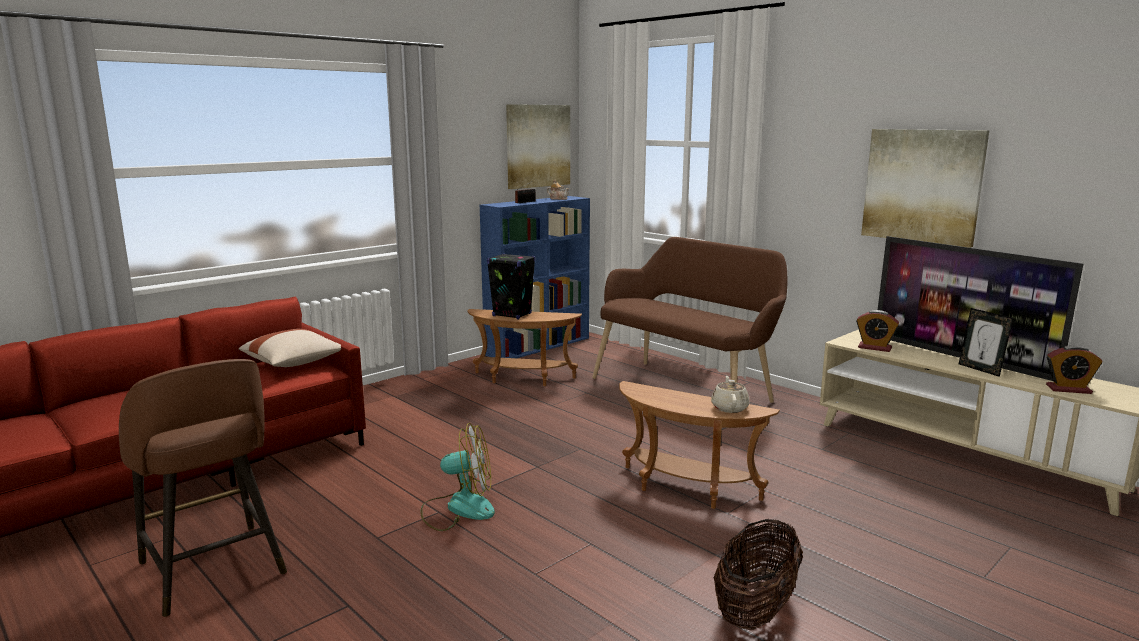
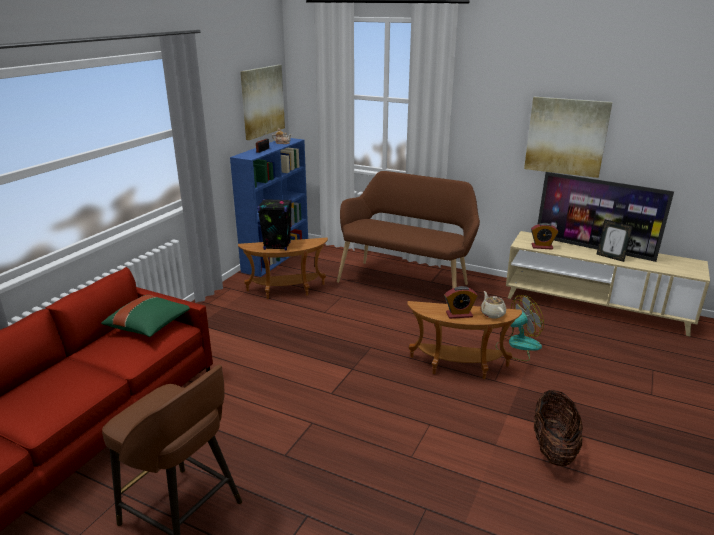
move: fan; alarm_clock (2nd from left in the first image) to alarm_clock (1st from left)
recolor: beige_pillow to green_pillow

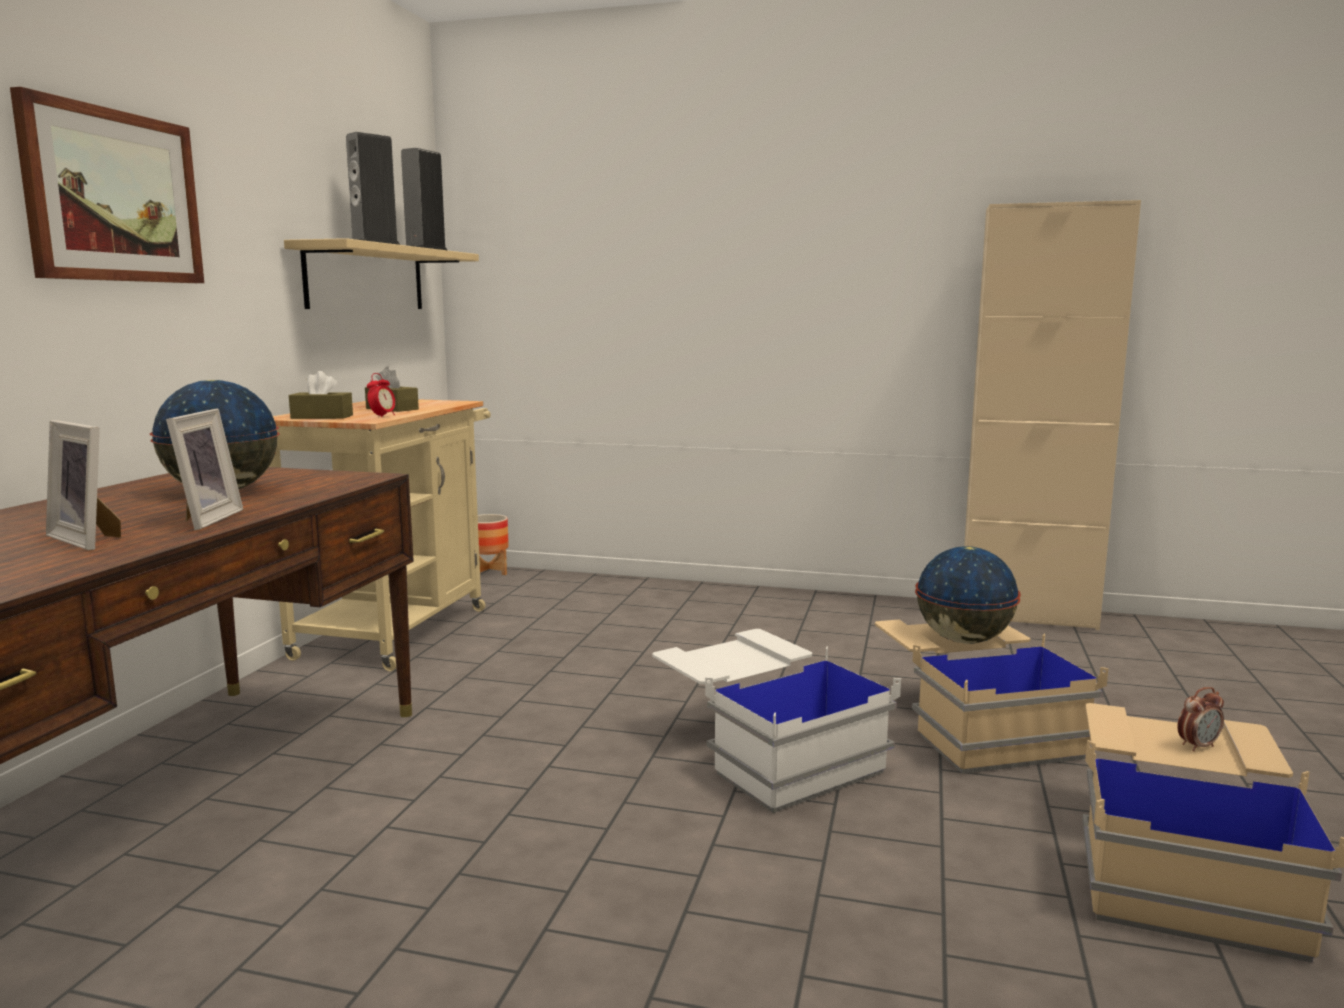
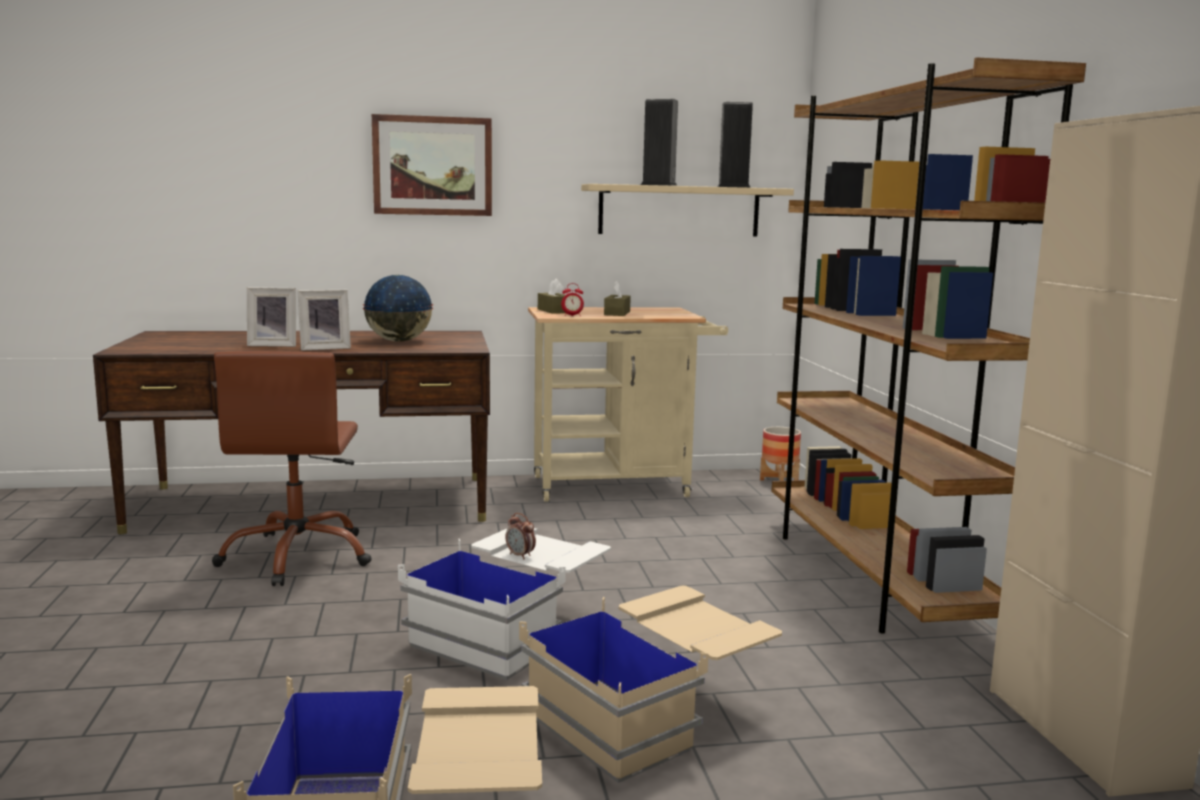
delete: globe (2nd from left)
insert: brown_office_chair; brown_bookcase
move: alarm_clock (2nd from left in the first image) to alarm_clock (1st from left)
rotate: picture_frame (1st from left) 105 degrees counterclockwise

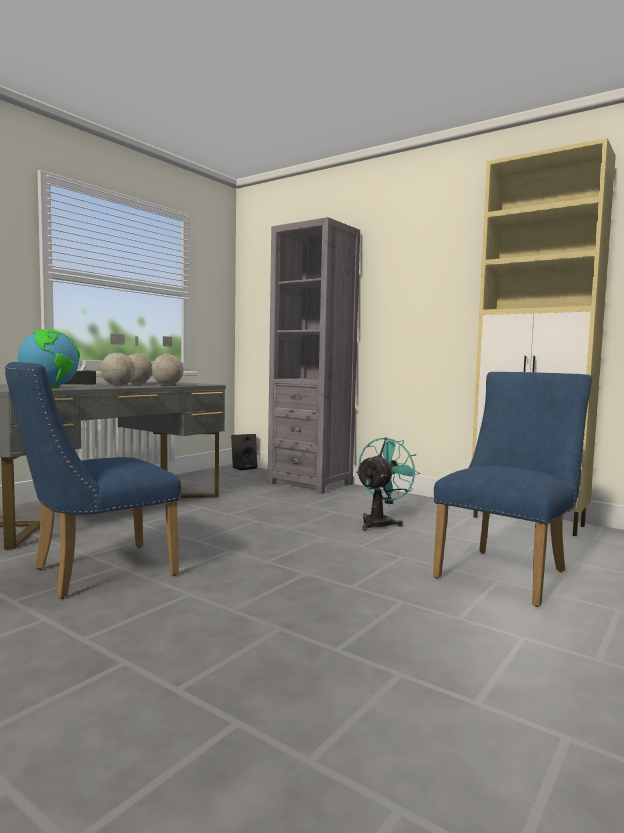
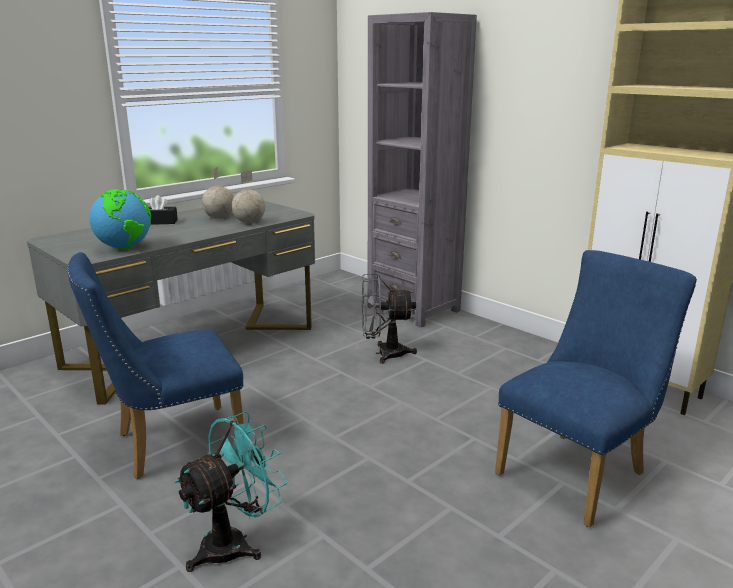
delete: globe (2nd from left); black_speaker
insert: grey_fan
move: turquoise_fan

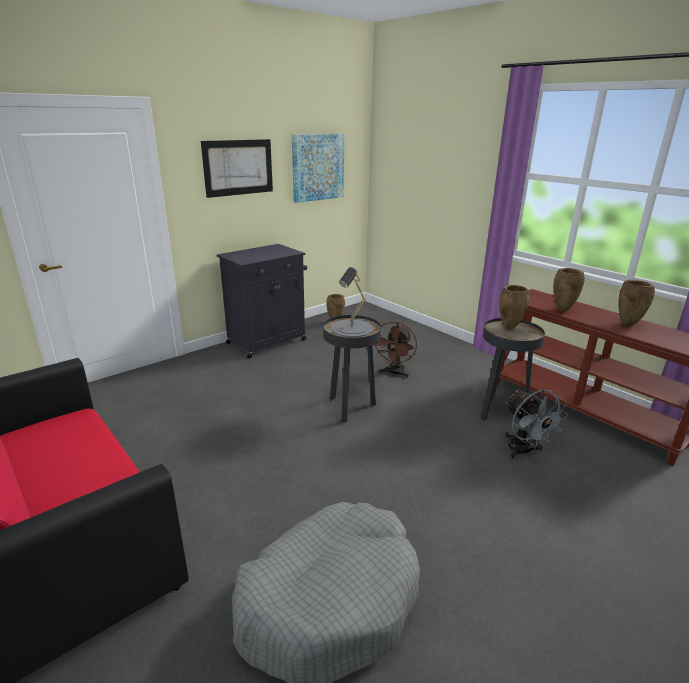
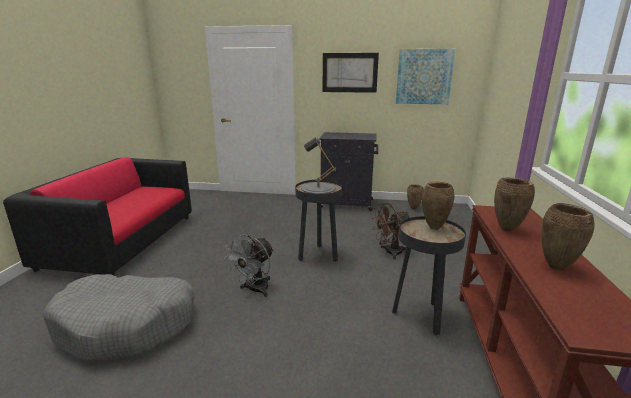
move: grey_fan

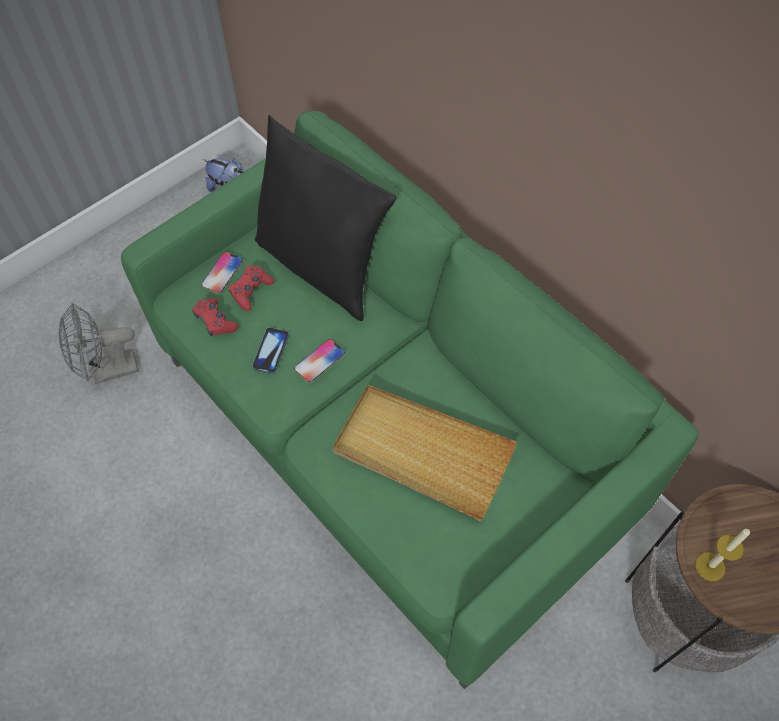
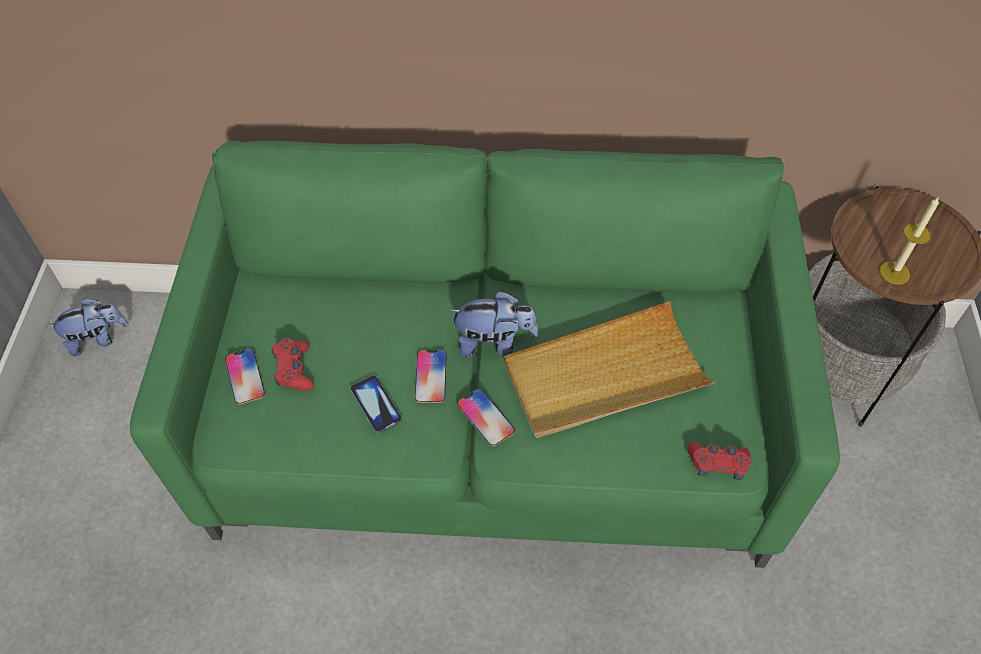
delete: grey_fan; black_pillow
insert: plush_toy (2nd from left); phone (4th from left)
move: red_game_controller (1st from left in the first image) to red_game_controller (2nd from left)

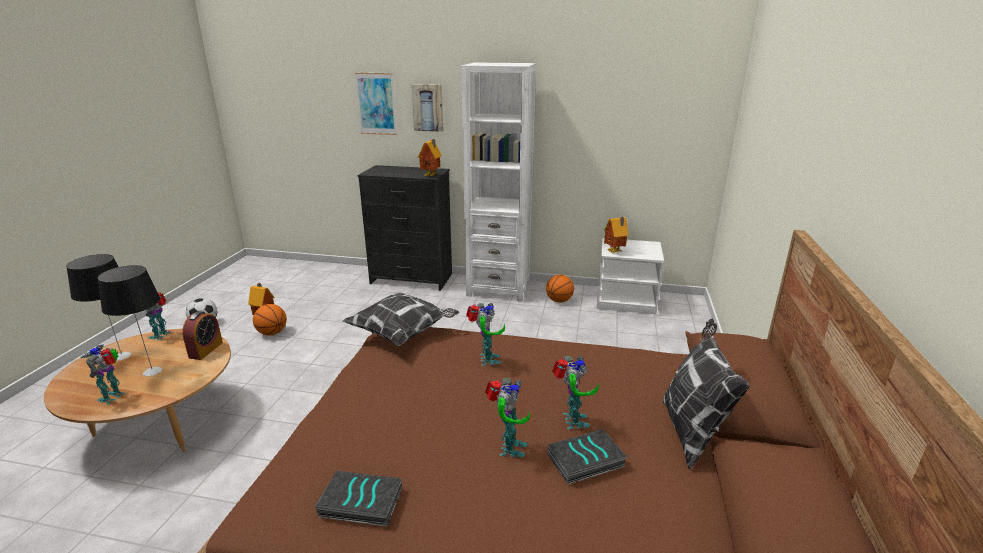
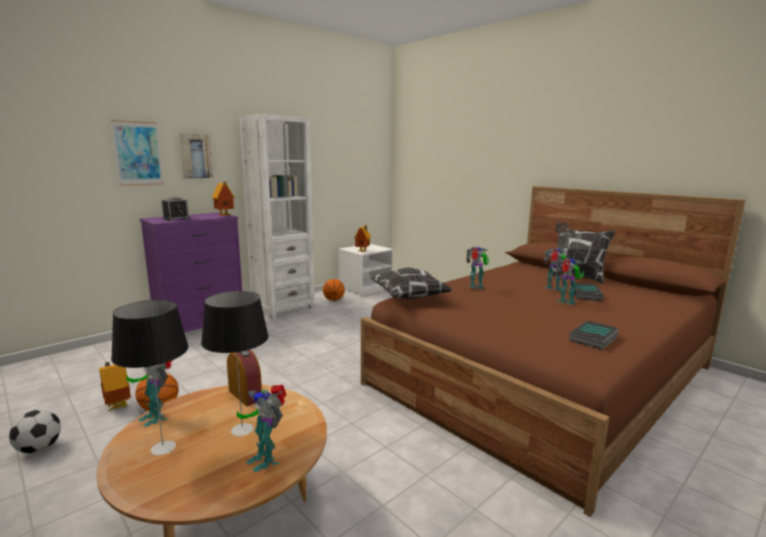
insert: alarm_clock (1st from left)
recolor: black_dresser to purple_dresser

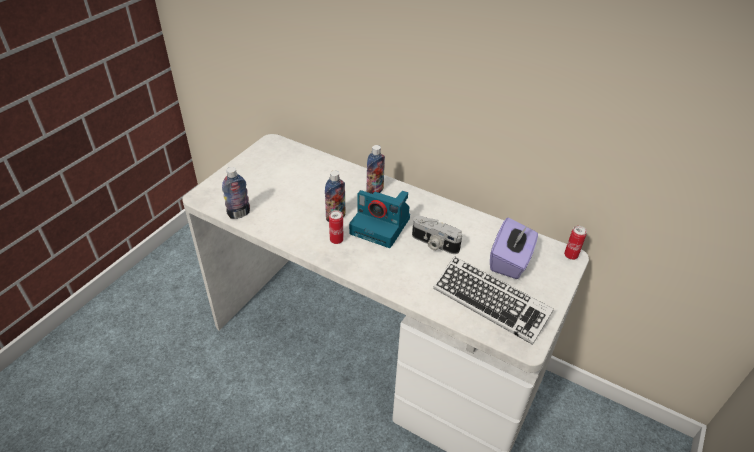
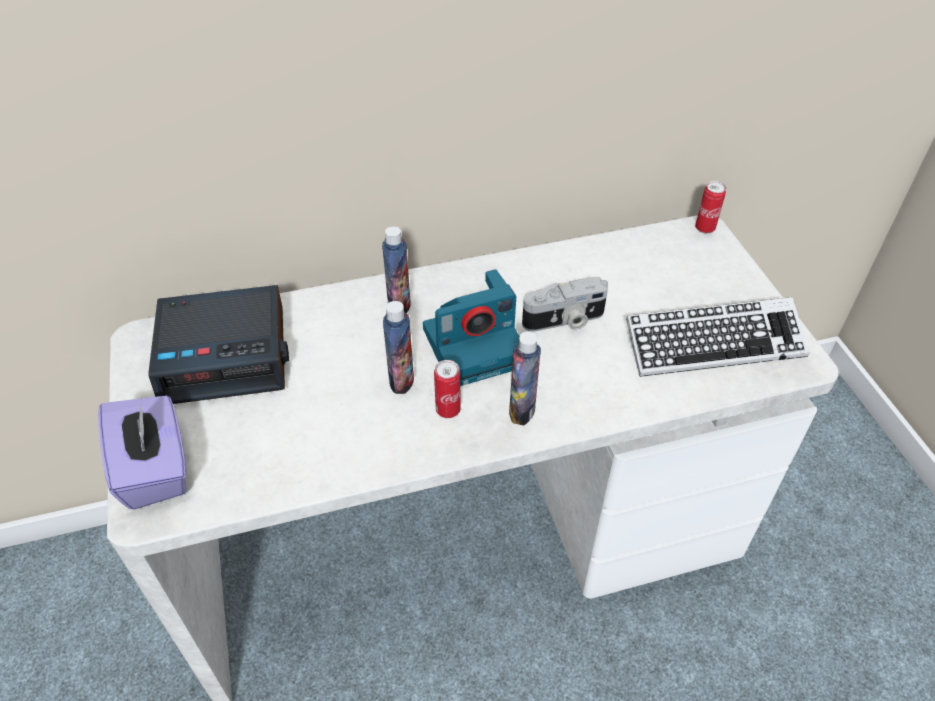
insert: alarm_clock
move: bottle (1st from left in the first image) to bottle (3rd from left); purple_tissue_box

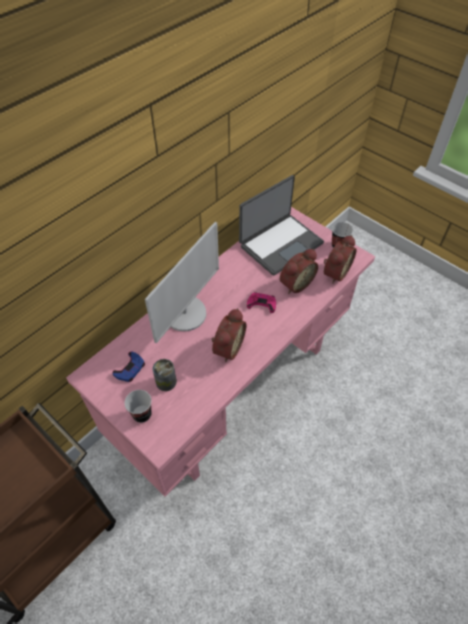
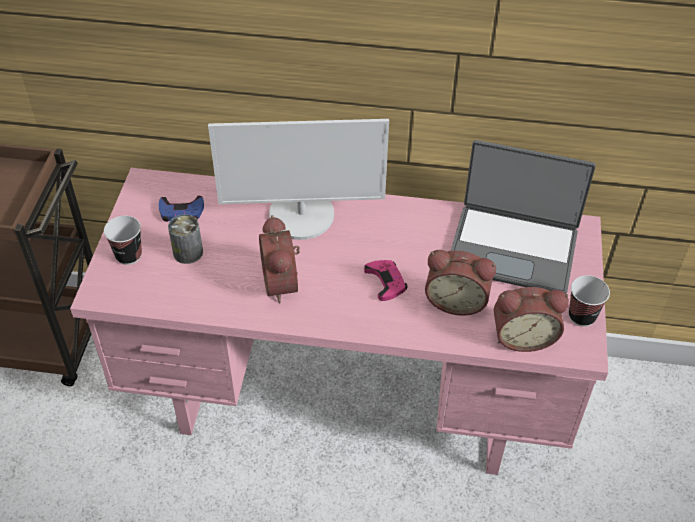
rotate: alarm_clock (1st from left) 90 degrees clockwise

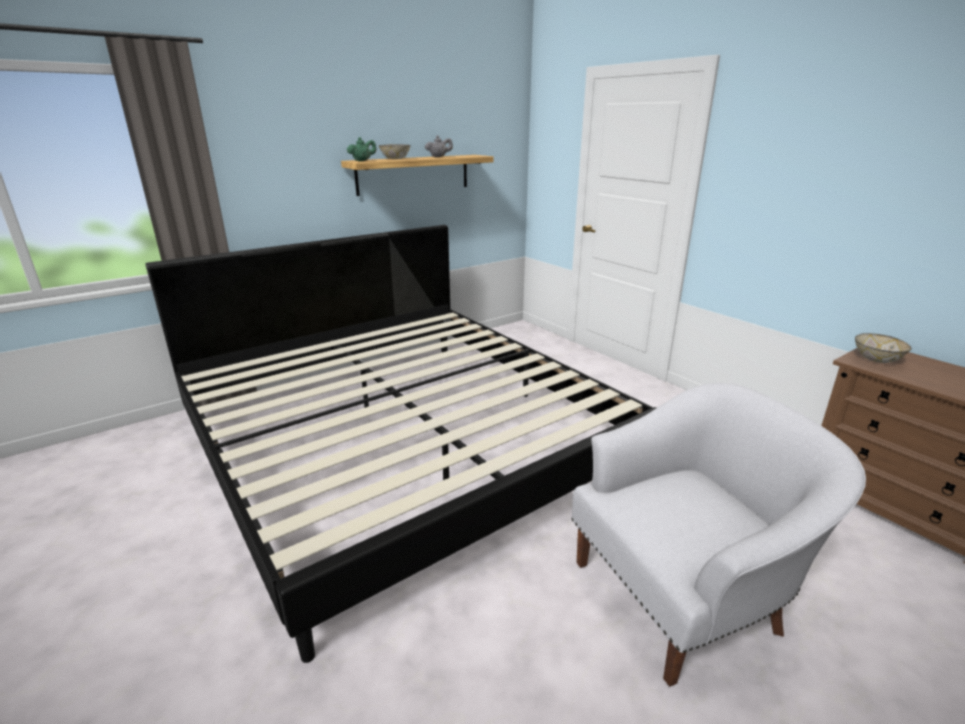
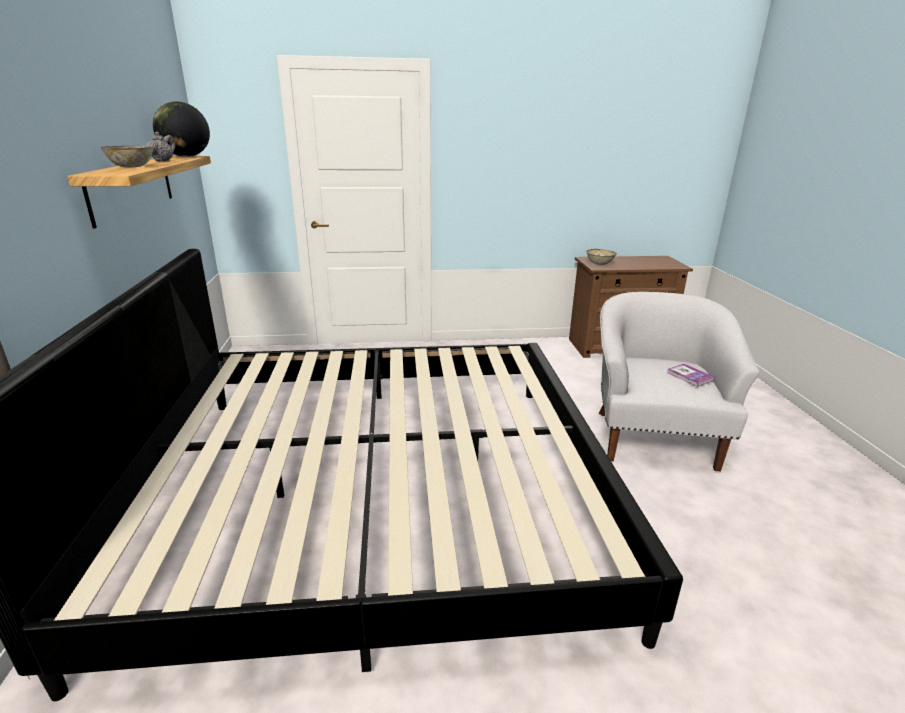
delete: green_teapot
insert: globe; book

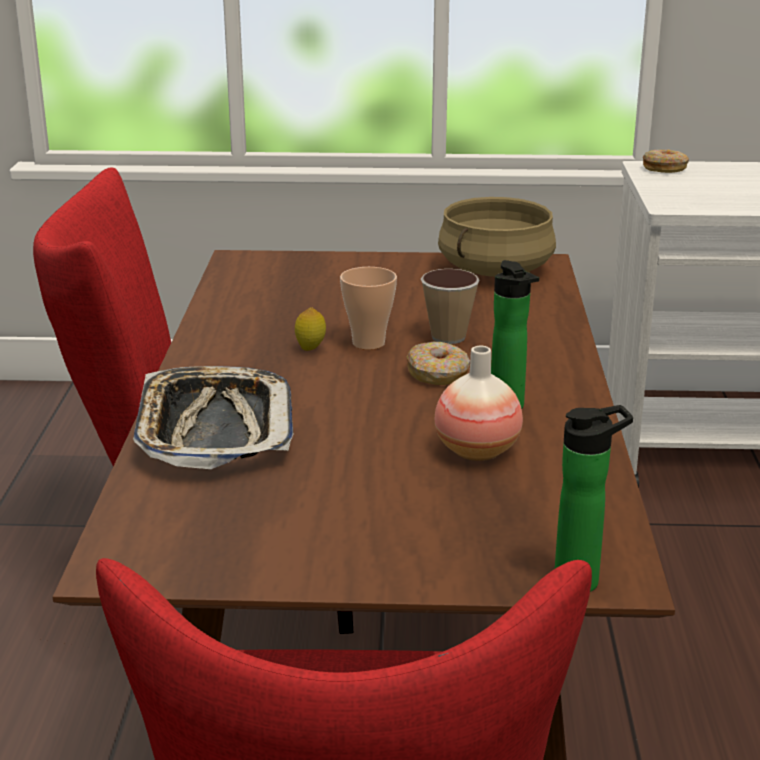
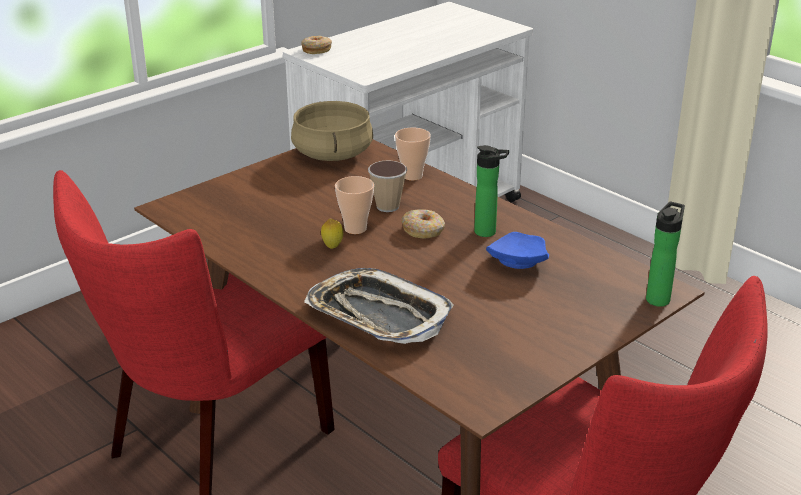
insert: cup (3rd from left)
replace: vase to blue_plate

